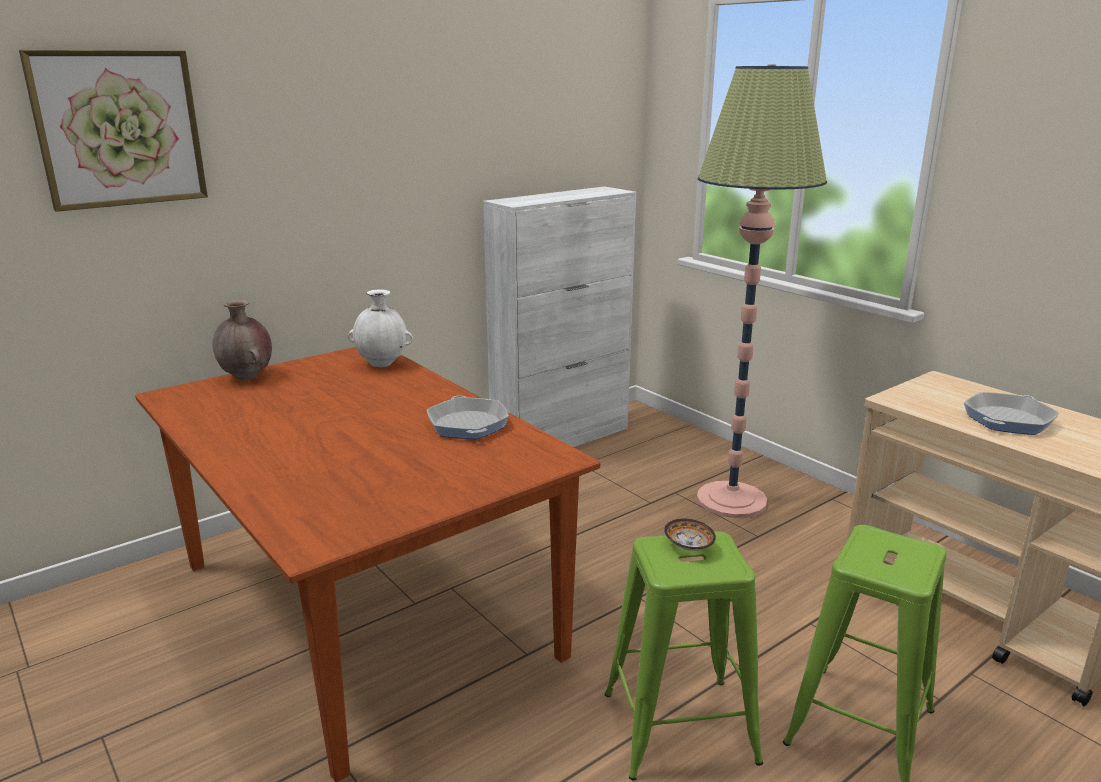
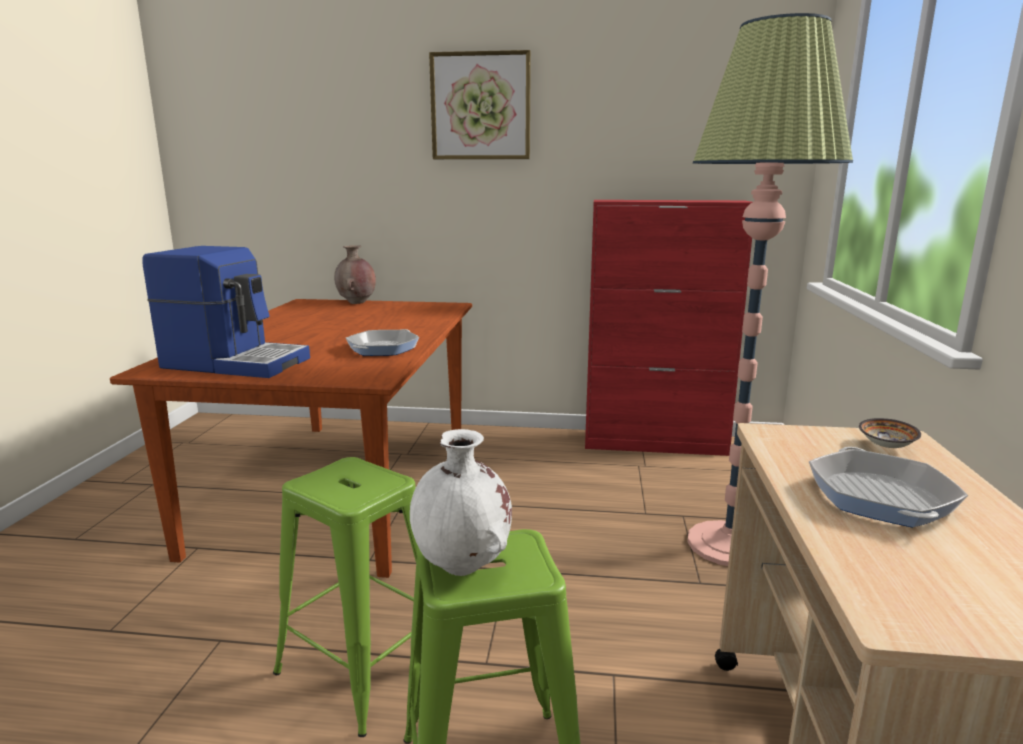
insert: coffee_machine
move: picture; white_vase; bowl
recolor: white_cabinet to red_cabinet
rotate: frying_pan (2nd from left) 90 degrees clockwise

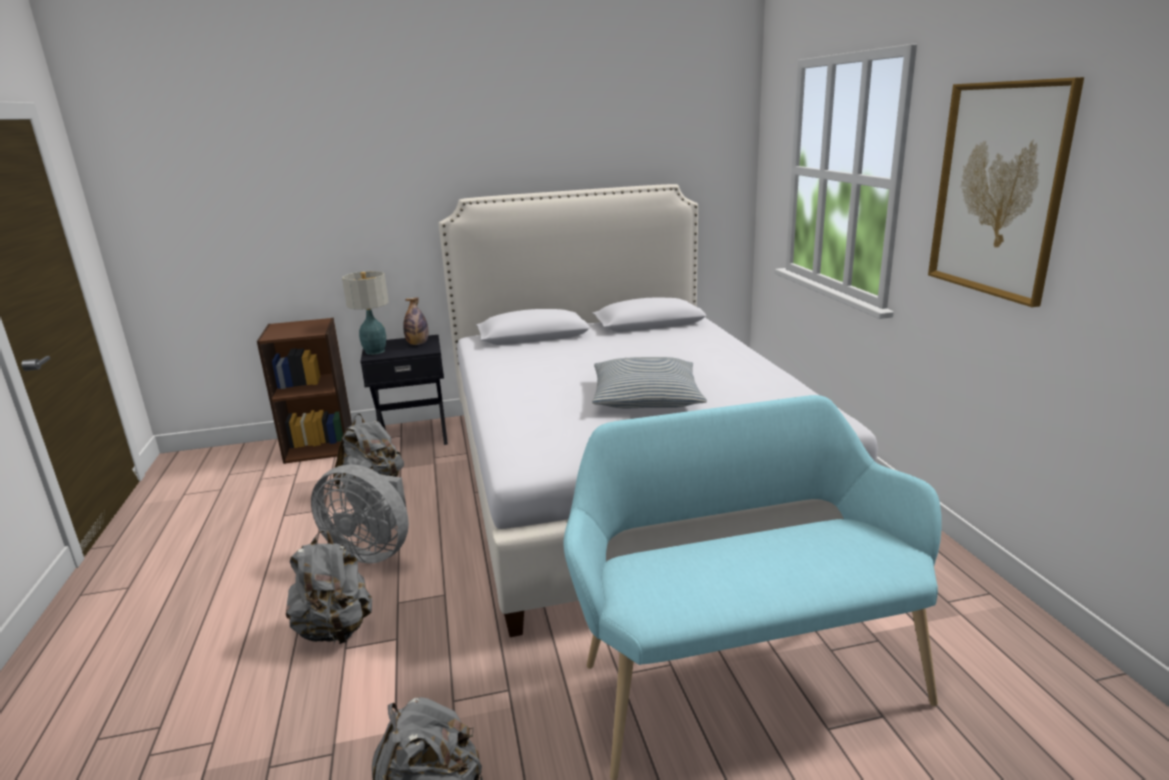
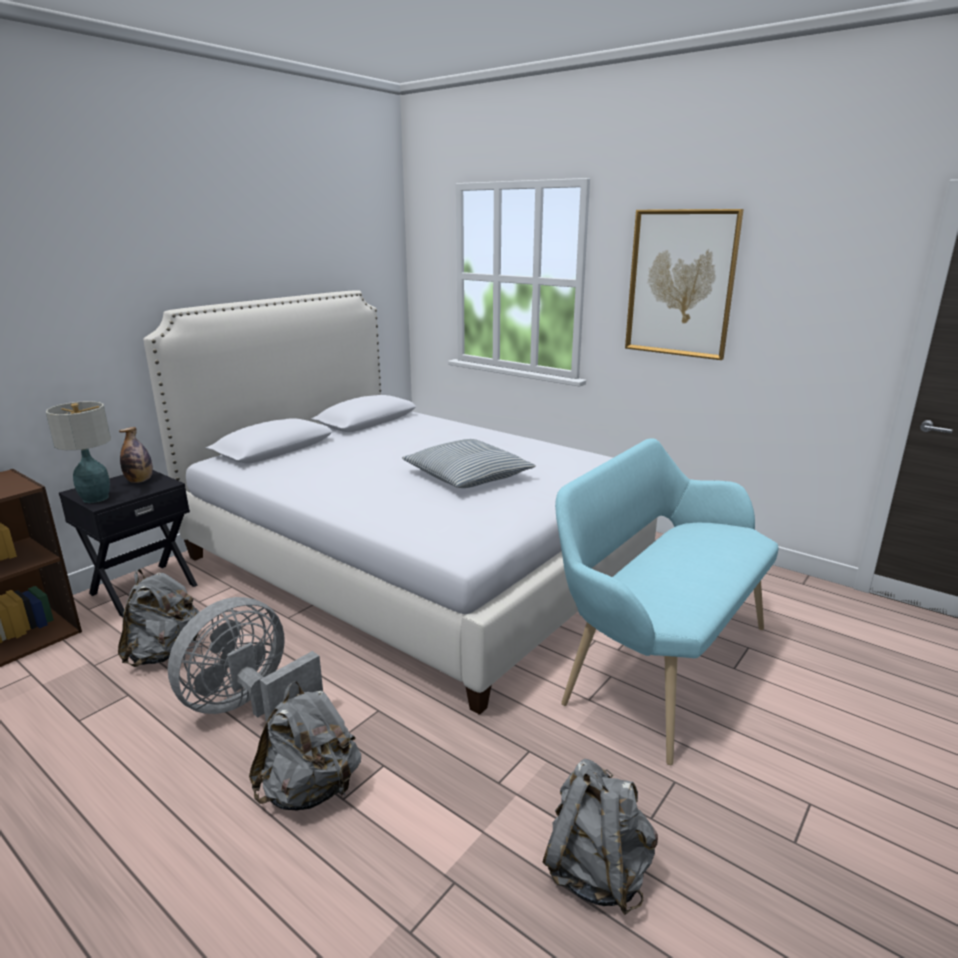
rotate: grey_fan 150 degrees clockwise

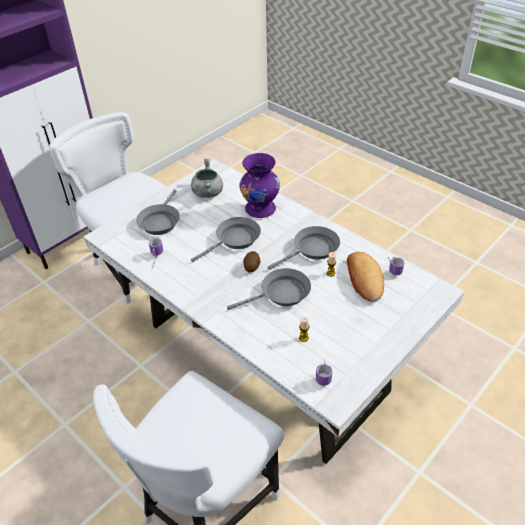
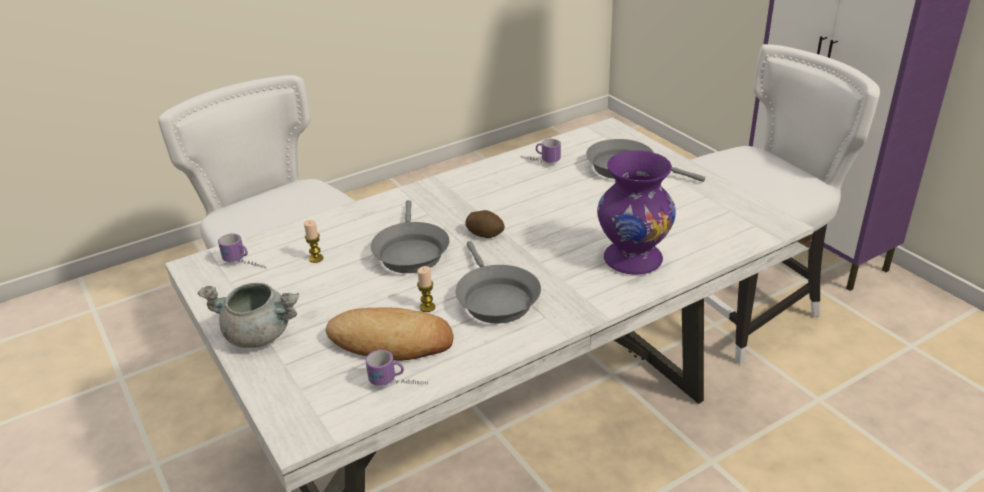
delete: grey_frying_pan (2nd from left)
move: grey_cooking_pot

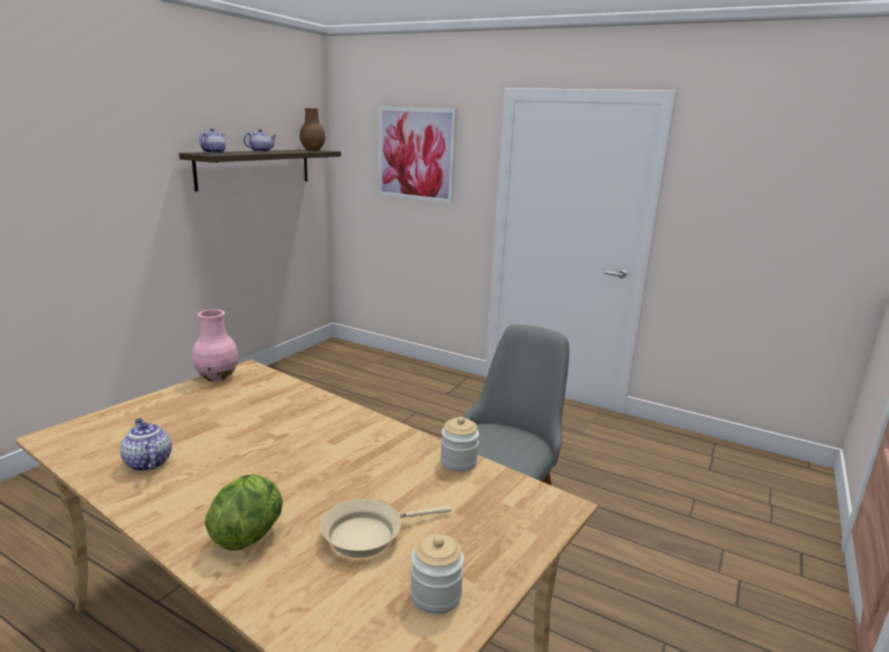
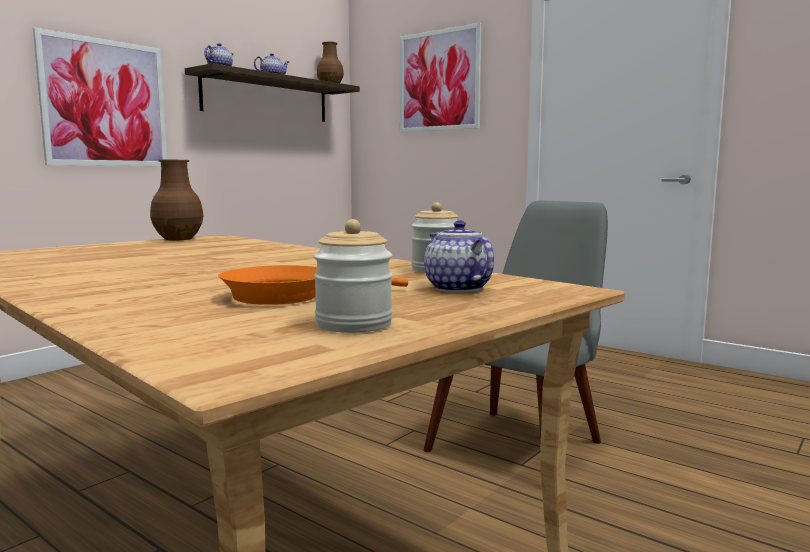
delete: lettuce
insert: picture (1st from left)
move: teapot (1st from left in the first image) to teapot (3rd from left)
recolor: pink_vase to brown_vase (1st from left); beige_frying_pan to orange_frying_pan

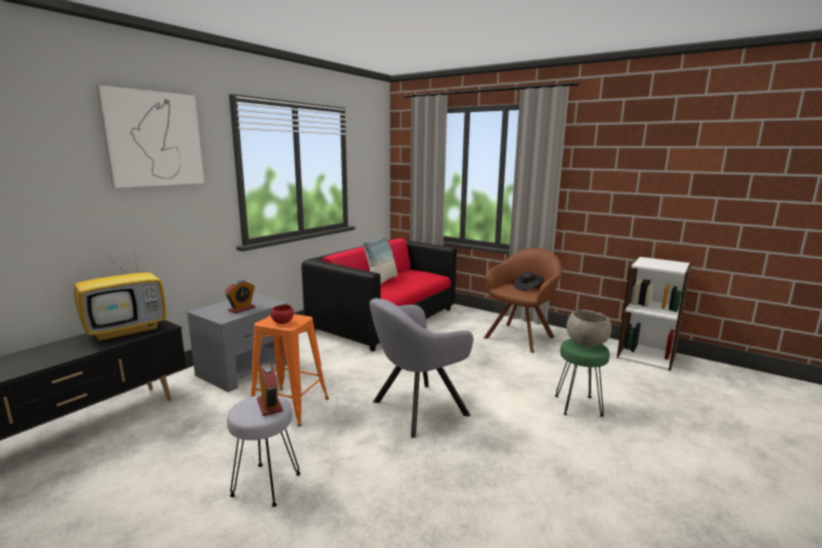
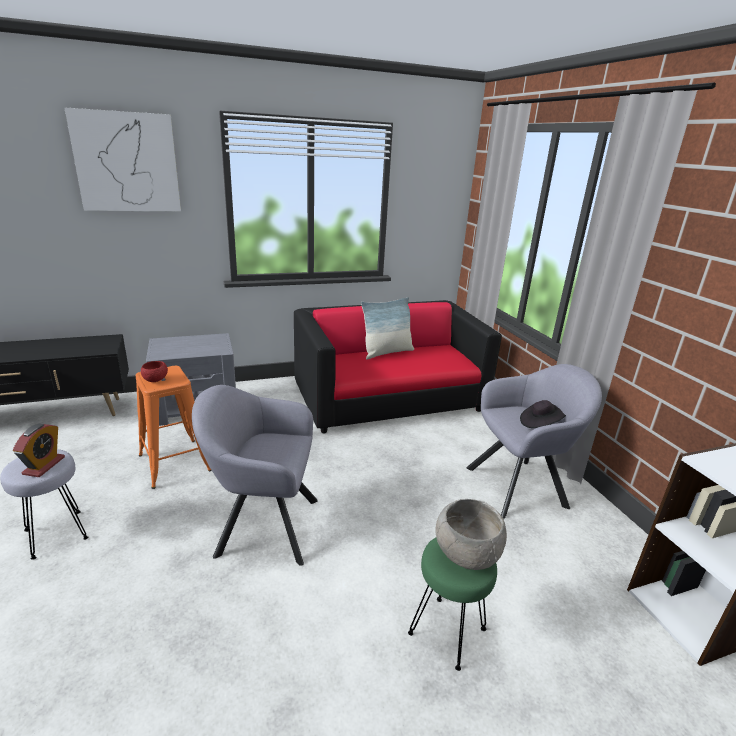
delete: television; alarm_clock (1st from left)
recolor: brown_armchair to grey_armchair (2nd from left)

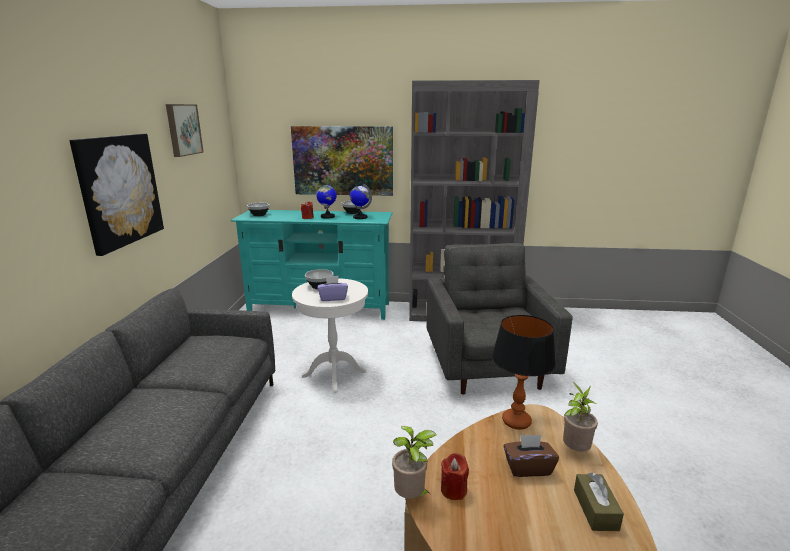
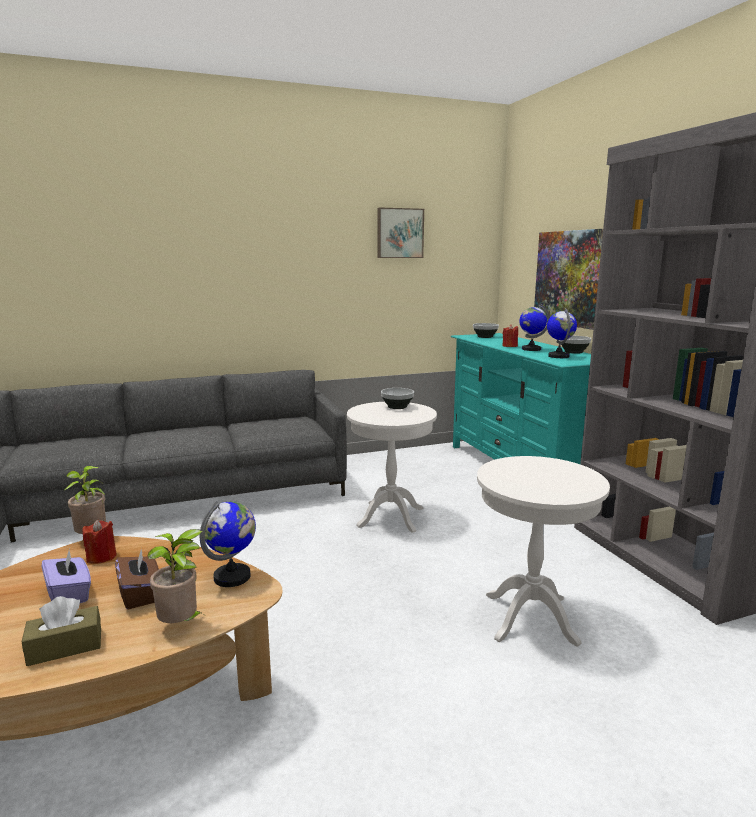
delete: picture (1st from left)
move: purple_tissue_box
replace: grey_armchair to white_side_table (2nd from left); table_lamp to globe (1st from left)

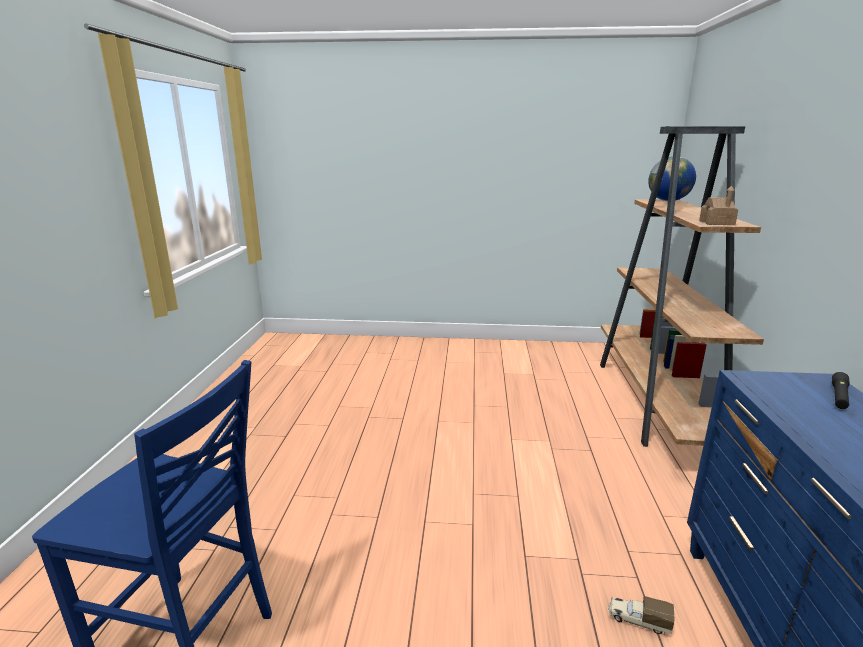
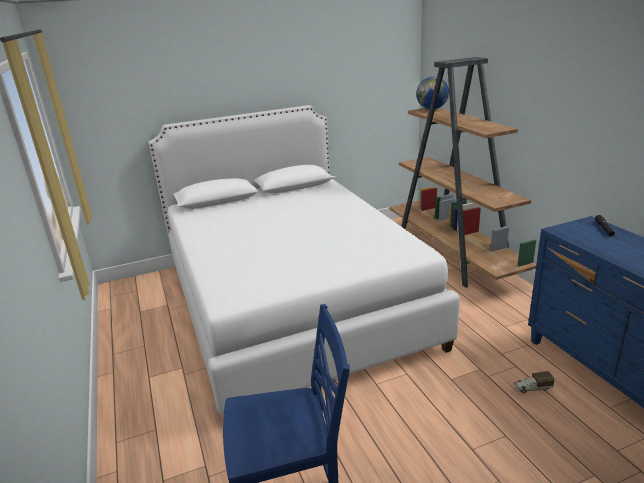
delete: toy_house
insert: white_bed

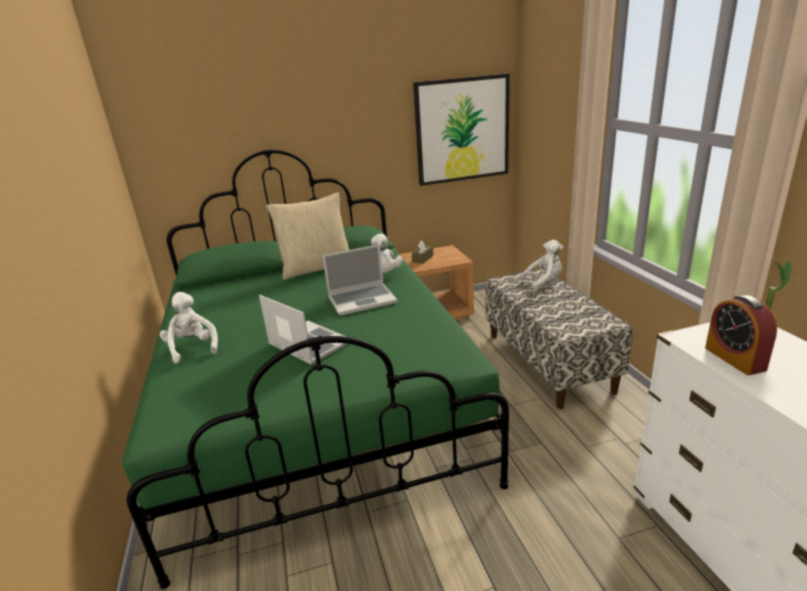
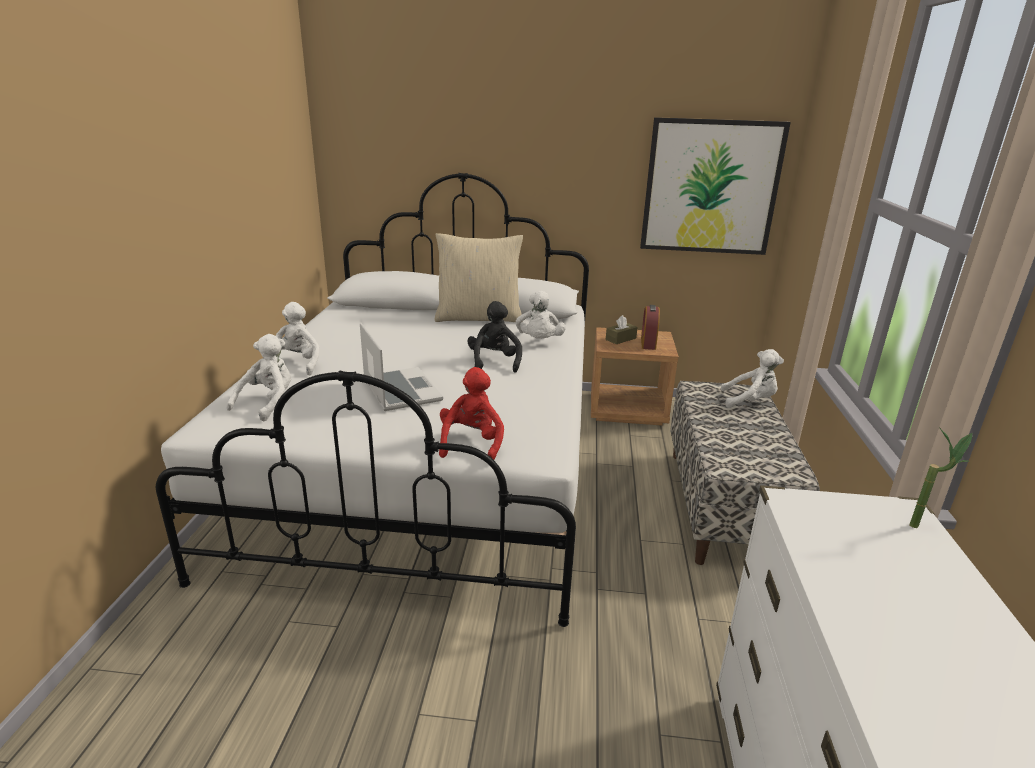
insert: white_plush_toy (1st from left); red_plush_toy
move: alarm_clock
replace: laptop (2nd from left) to black_plush_toy
recolor: green_bed to white_bed

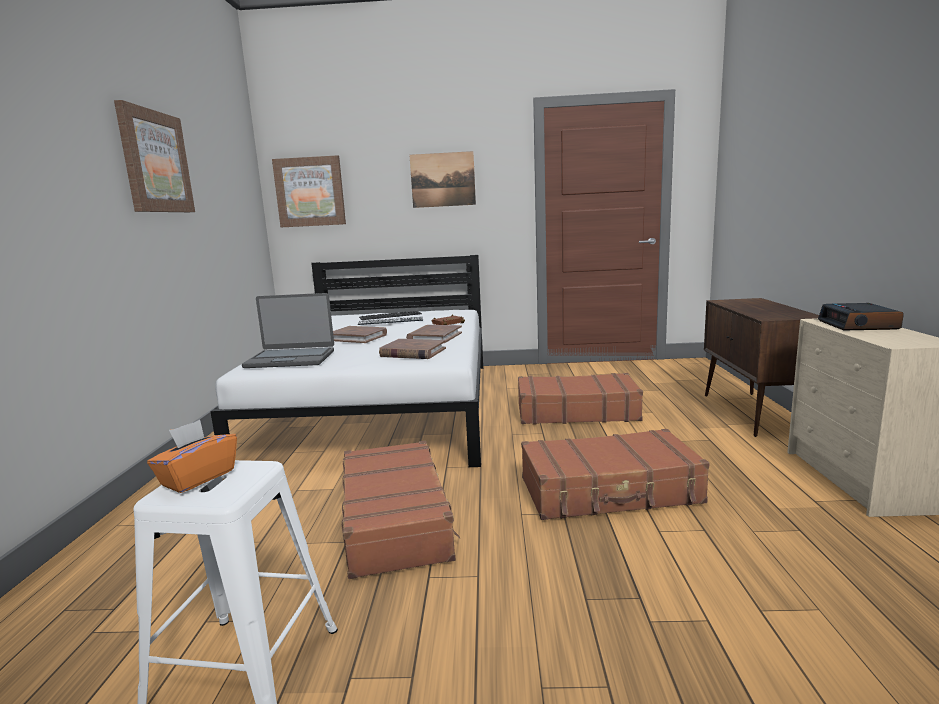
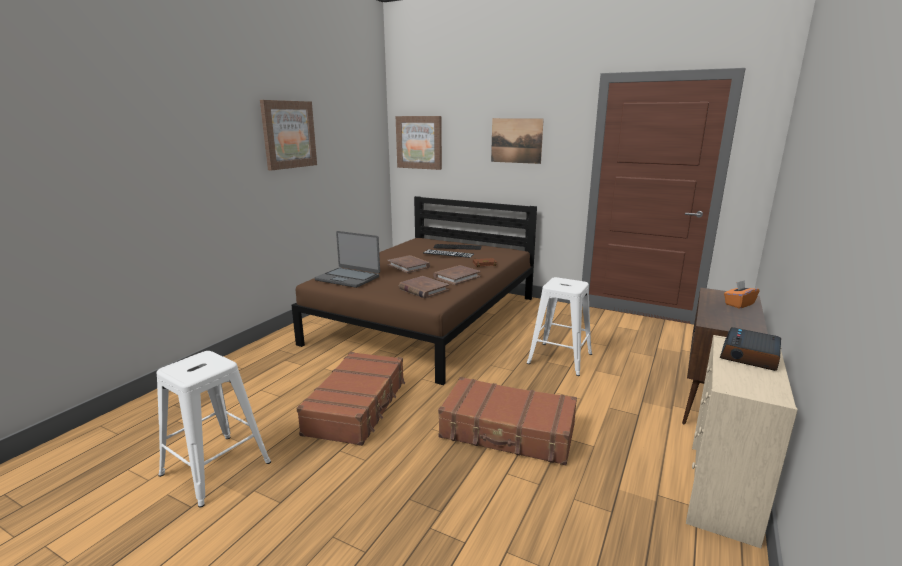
move: orange_tissue_box
replace: brown_suitcase (2nd from left) to white_stool (2nd from left)
recolor: white_bed to brown_bed

